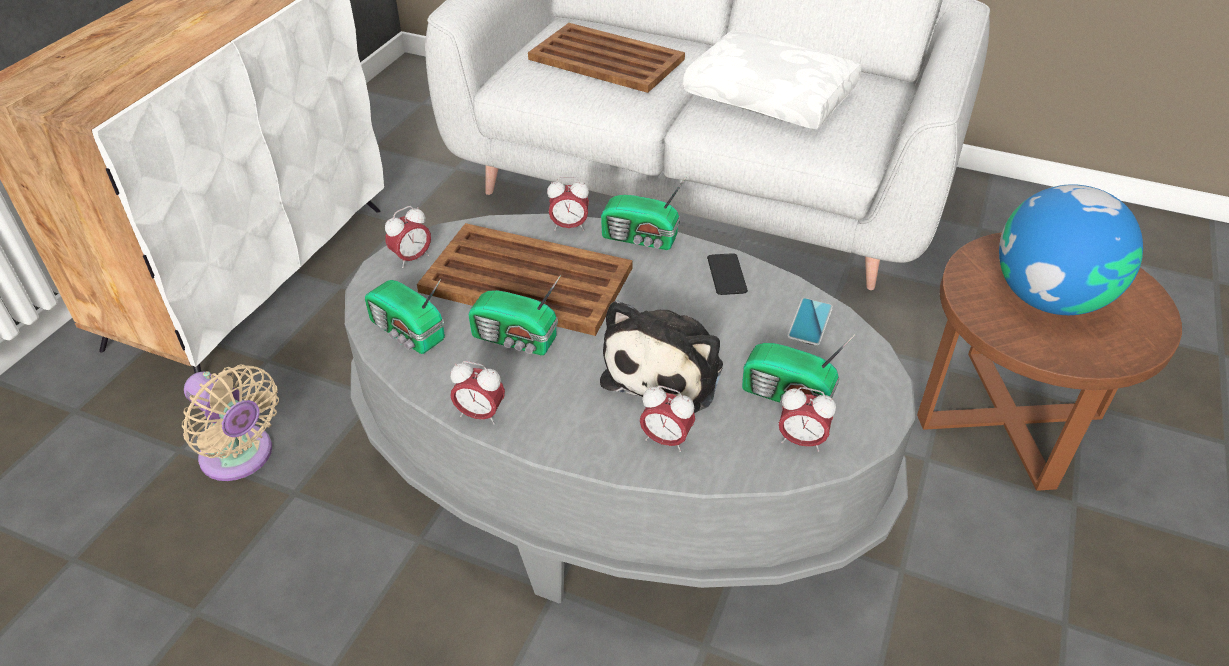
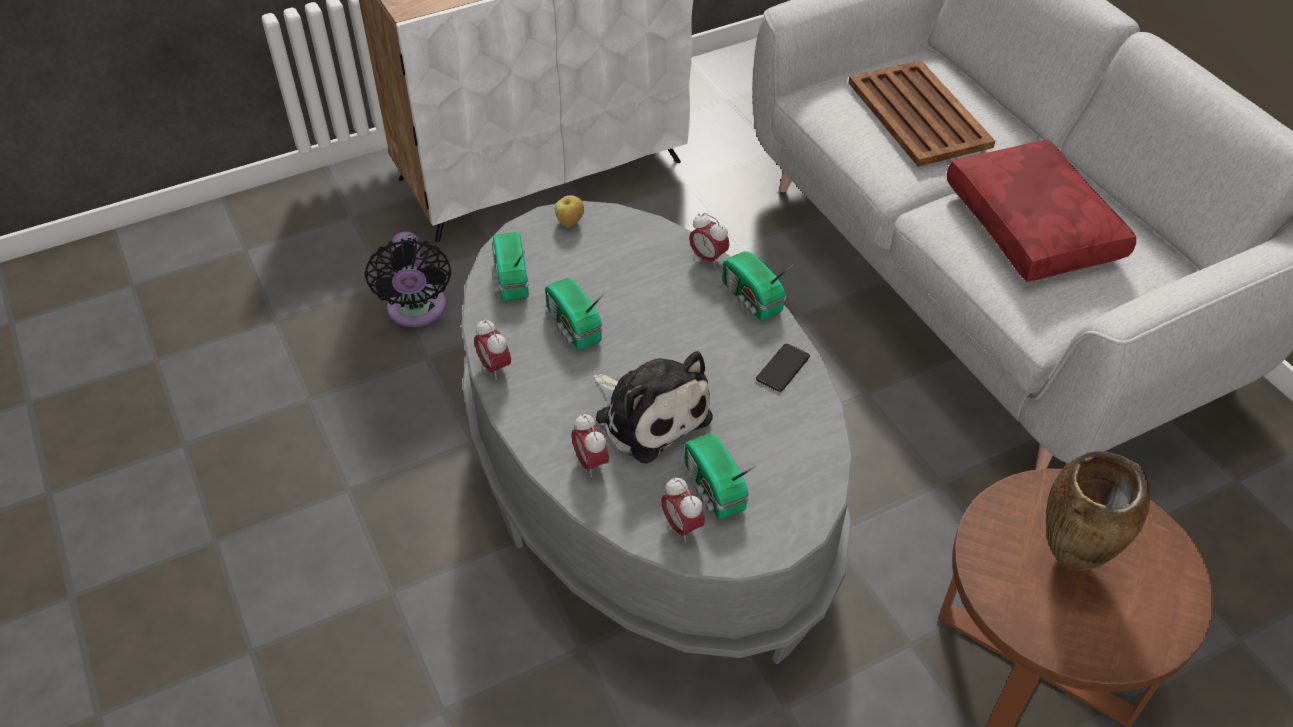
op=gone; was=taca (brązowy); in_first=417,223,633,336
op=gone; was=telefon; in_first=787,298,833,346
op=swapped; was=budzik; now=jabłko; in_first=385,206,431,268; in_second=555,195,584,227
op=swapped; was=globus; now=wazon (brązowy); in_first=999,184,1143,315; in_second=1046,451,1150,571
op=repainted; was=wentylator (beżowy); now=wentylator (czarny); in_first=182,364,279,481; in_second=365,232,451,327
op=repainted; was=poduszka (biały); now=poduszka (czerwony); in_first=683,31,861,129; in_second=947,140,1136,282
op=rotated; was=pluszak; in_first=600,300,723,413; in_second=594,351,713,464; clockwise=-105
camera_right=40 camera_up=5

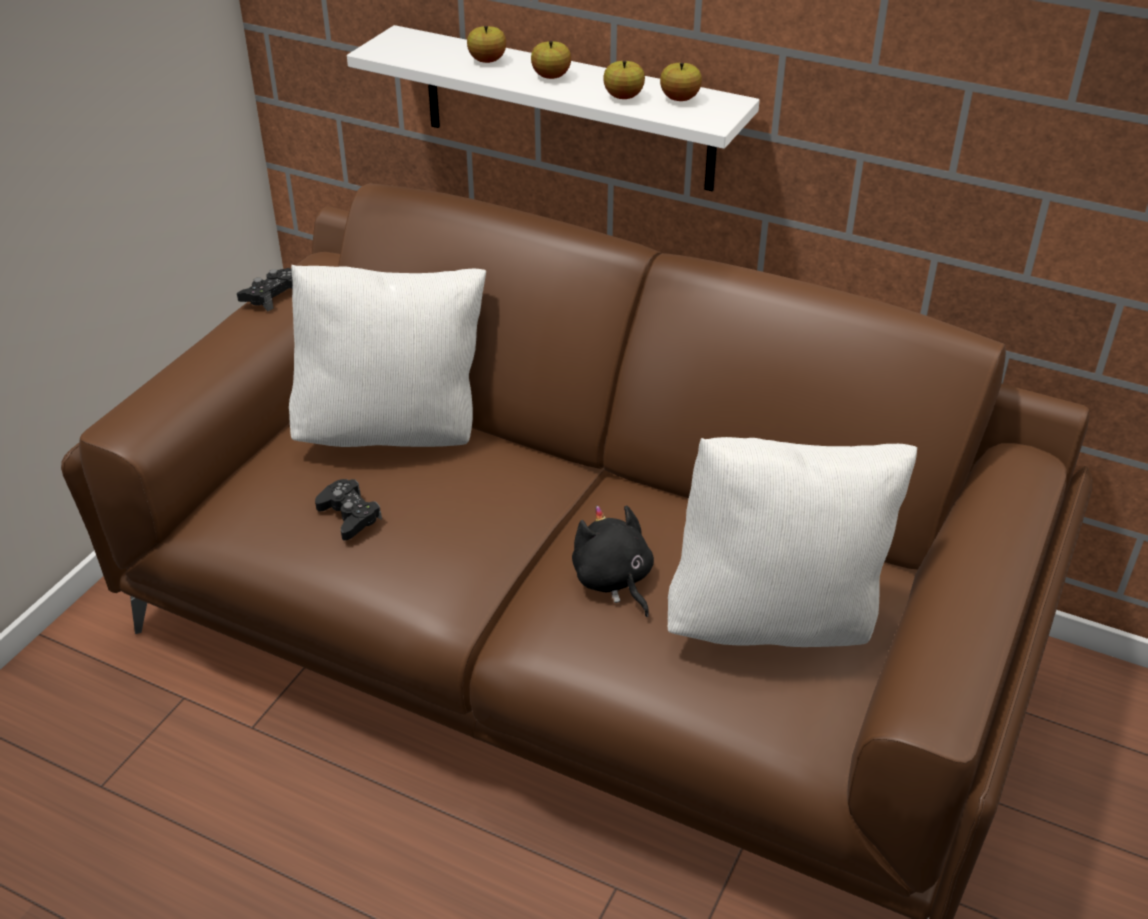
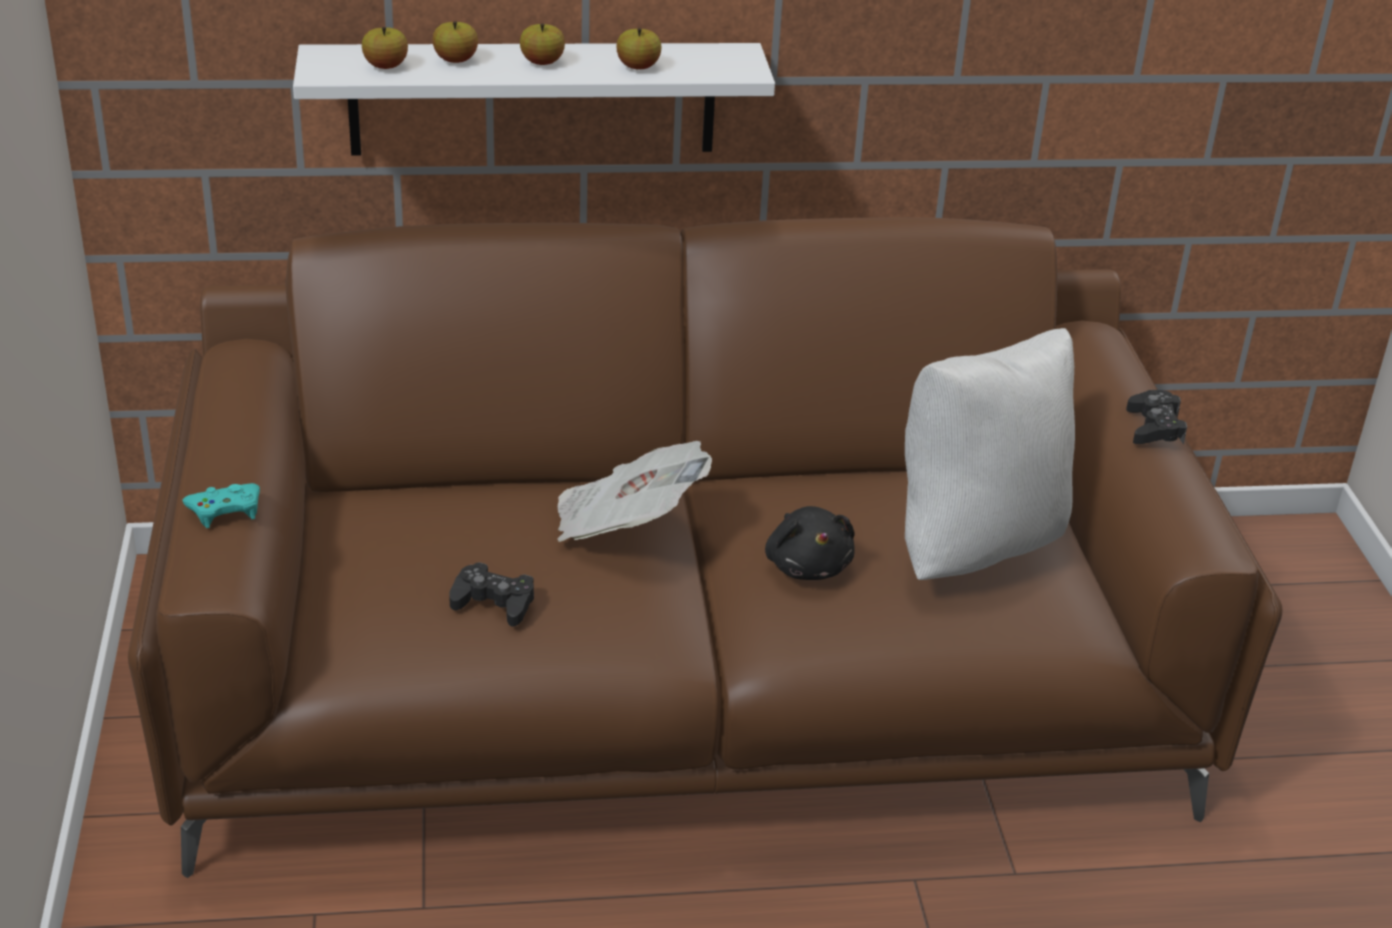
op=gone; was=poduszka (biały); in_first=289,265,486,447
op=new; now=pad do gier (turkusowy); in_second=182,483,260,528
op=new; now=gazeta; in_second=557,441,712,542
op=shifted; was=pad do gier (czarny); in_first=237,268,293,312; in_second=1126,390,1187,445
op=shifted; was=jabłko; in_first=660,62,702,101; in_second=362,27,408,69
op=rotated; was=pluszak (czarny); in_first=572,505,654,617; in_second=765,506,855,580; clockwise=-135
camera_right=-35 camera_up=-5

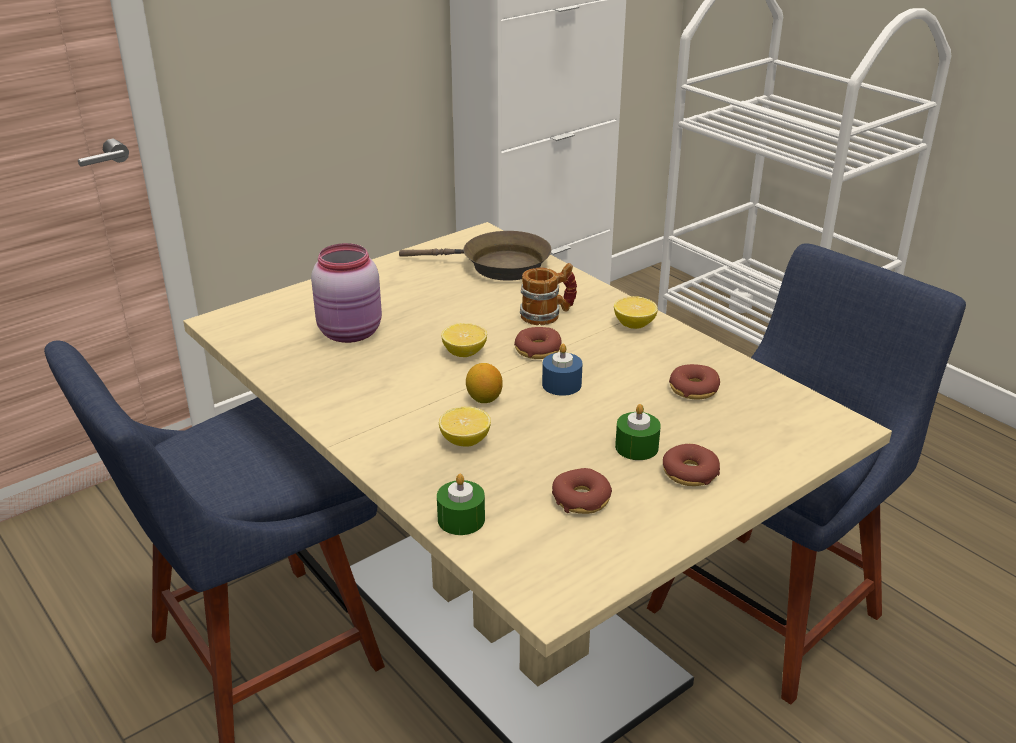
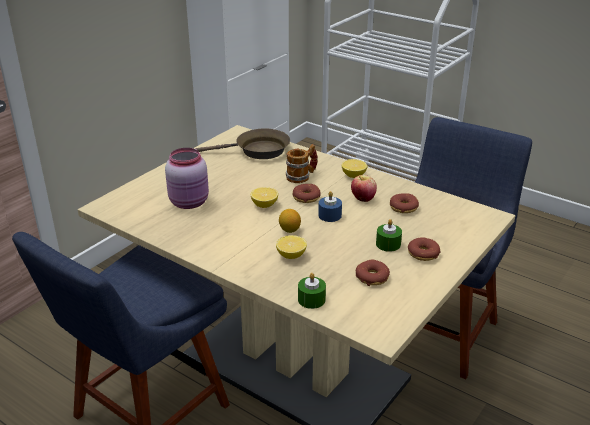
op=new; now=jabłko; in_second=351,175,377,202
camera_right=-15 camera_up=0

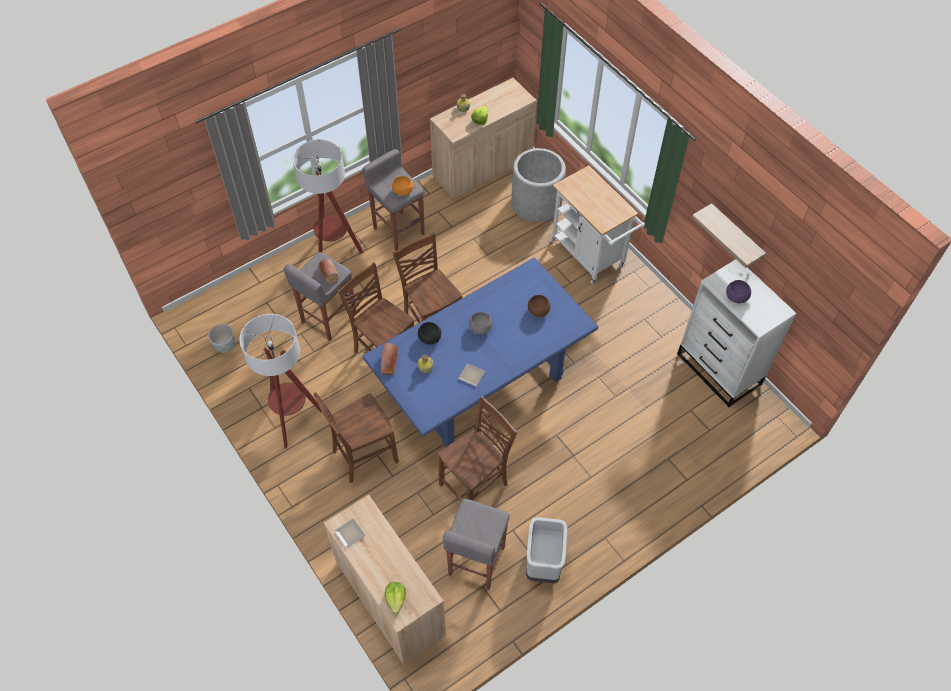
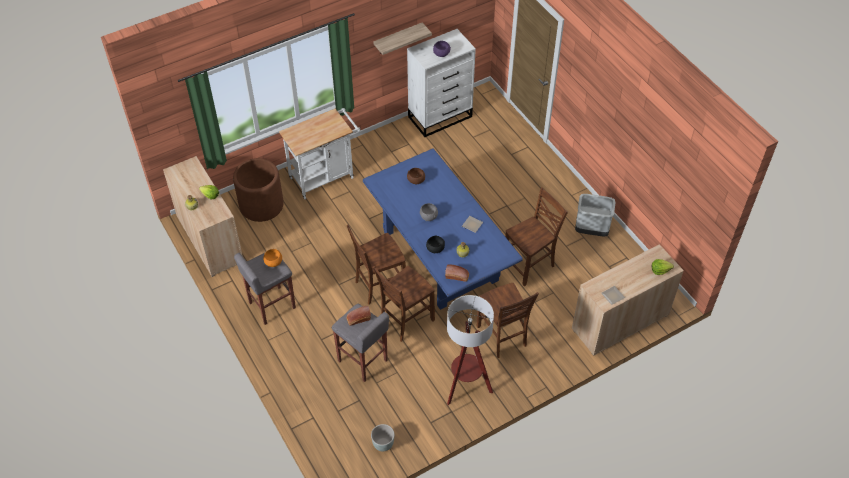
op=gone; was=lampa stojąca; in_first=293,139,363,253
op=gone; was=stołek (szary); in_first=443,499,510,590
op=repainted; was=donica (szary); now=donica (brązowy); in_first=511,148,566,222; in_second=233,158,284,222
op=rotated; was=krzesło (brązowy); in_first=438,396,517,502; in_second=505,187,568,286; clockwise=90
camera_right=-85 camera_up=-5

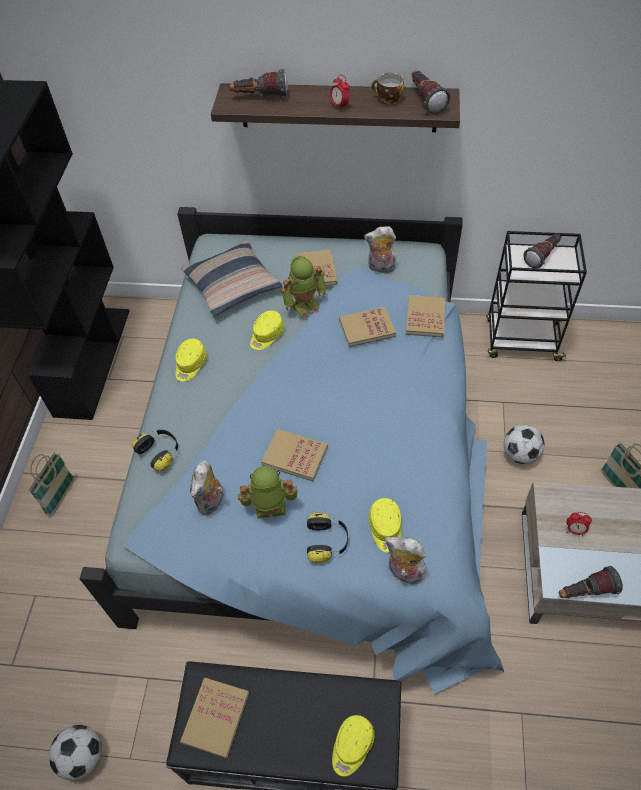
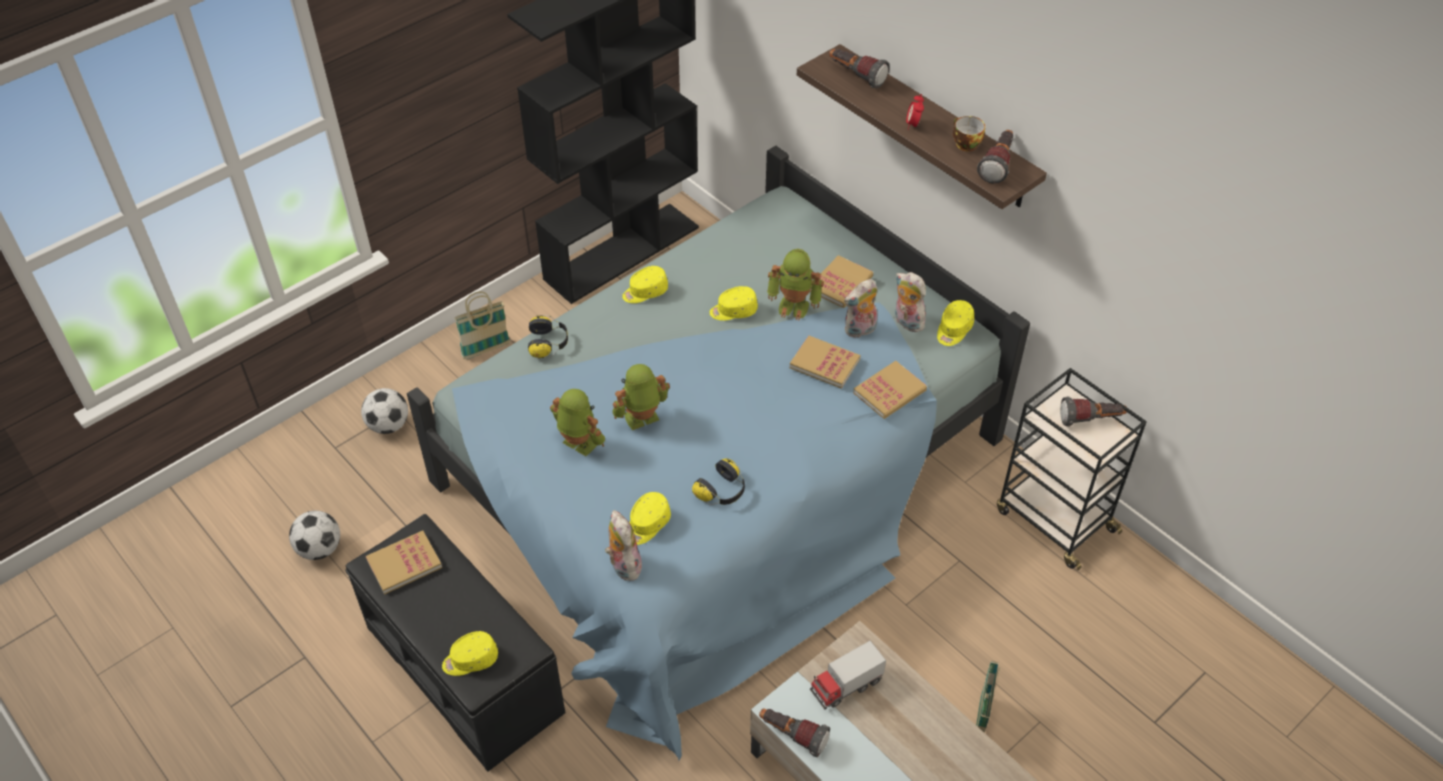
op=gone; was=poduszka; in_first=181,240,283,316
op=new; now=czapka z daszkiem (żółty); in_second=937,300,974,346
op=shifted; was=pluszak; in_first=190,461,224,516; in_second=844,279,877,338
op=shifted; was=słuchawki; in_first=307,513,348,563; in_second=692,458,745,505
op=shifted; was=piłka futbolowa; in_first=504,424,545,464; in_second=361,388,408,434
op=swapped; was=książka; now=robot zabawkowy; in_first=261,429,328,481; in_second=612,364,670,430
op=swapped; was=budzik; now=ciężarówka zabawkowa; in_first=567,512,592,537; in_second=810,641,886,710
camera_right=40 camera_up=-5

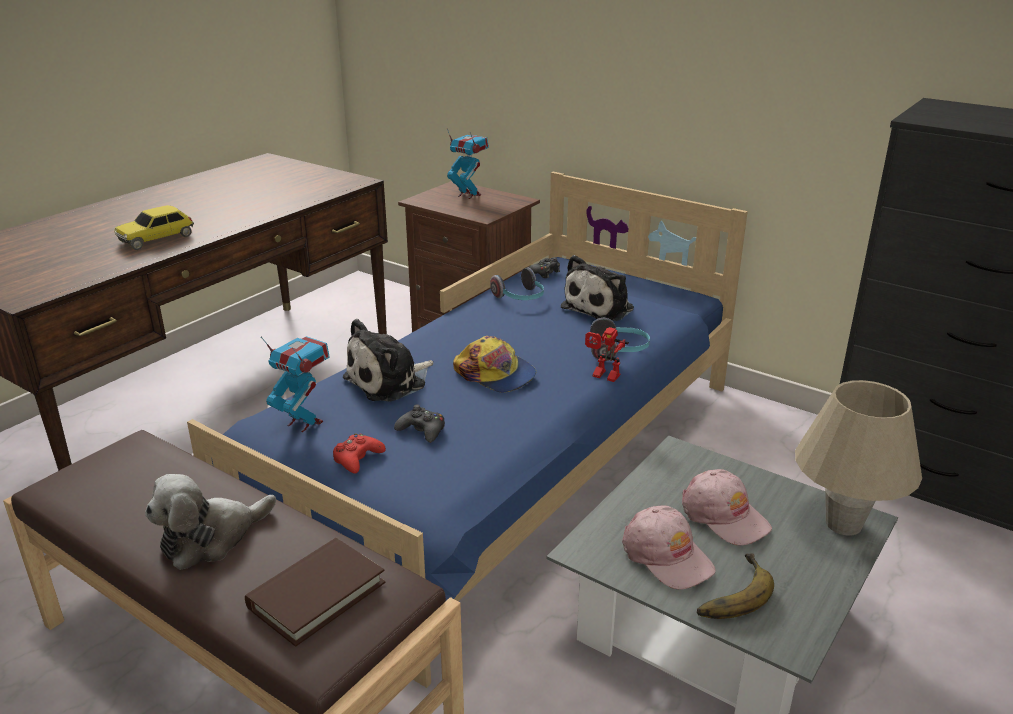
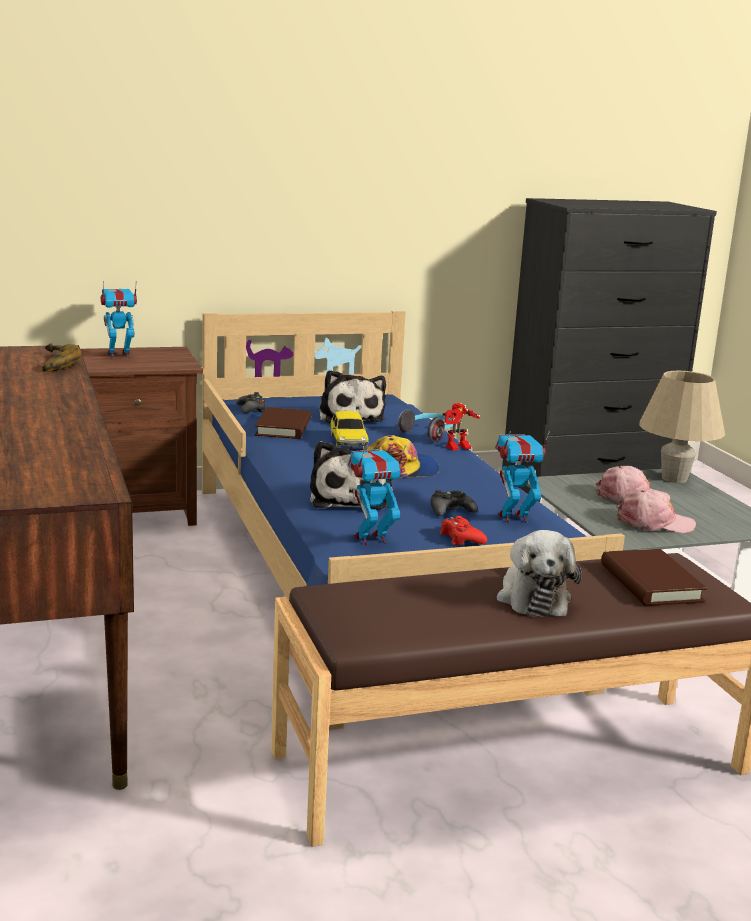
op=new; now=robot zabawkowy; in_second=495,431,550,524
op=shifted; was=samochodzik; in_first=114,205,194,250; in_second=331,411,369,450
op=shifted; was=banan; in_first=697,553,774,619; in_second=42,343,82,372
op=swapped; was=słuchawki; now=książka (brązowy); in_first=490,268,544,300; in_second=255,407,311,439
camera_right=-55 camera_up=-10

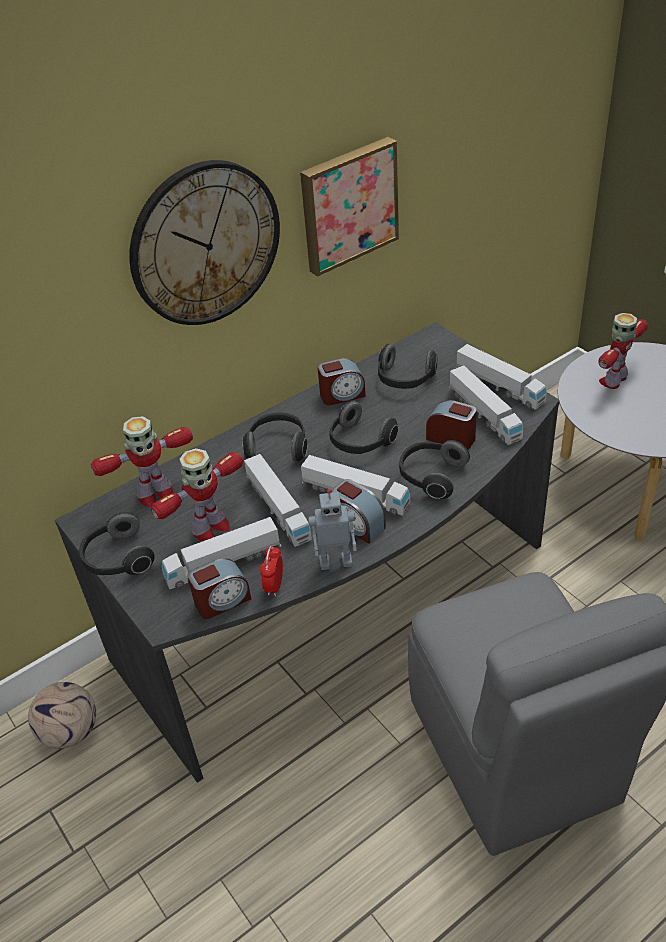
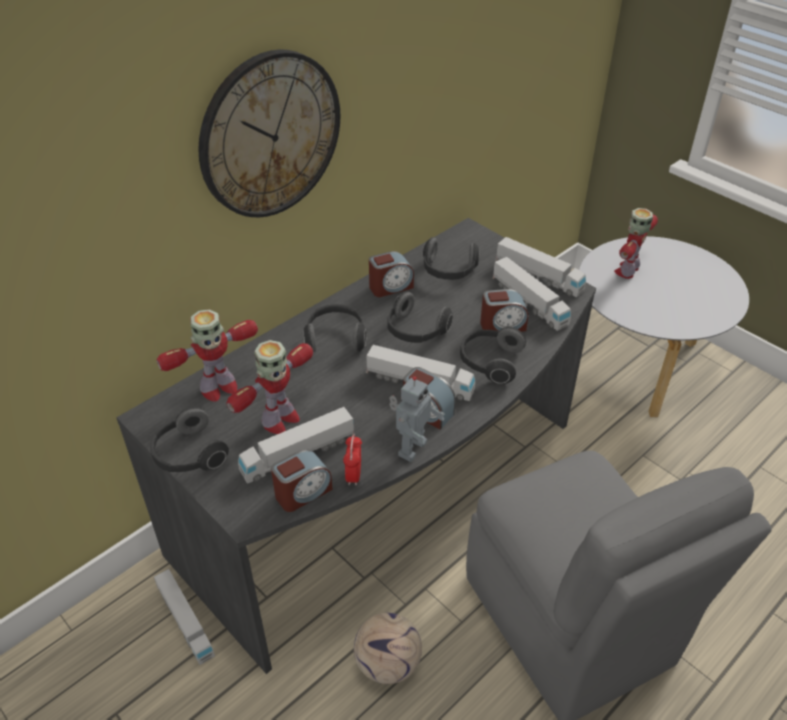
op=gone; was=obraz; in_first=300,137,399,277
op=shifted; was=piłka futbolowa; in_first=28,682,96,749; in_second=354,613,422,684
op=shifted; was=ciężarówka zabawkowa; in_first=244,454,312,547; in_second=154,569,215,665
op=rotated; was=robot zabawkowy; in_first=309,489,357,570; in_second=389,376,445,462; clockwise=-45
op=rotated; was=budzik; in_first=426,400,477,450; in_second=480,289,528,332; clockwise=150
camera_right=-10 camera_up=0

